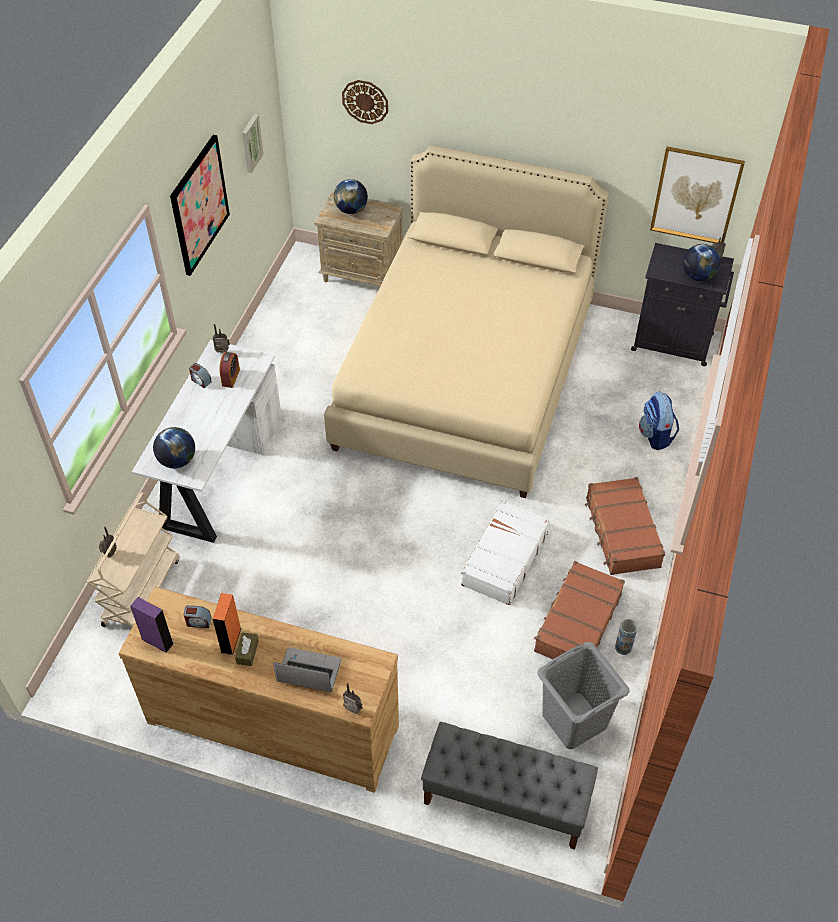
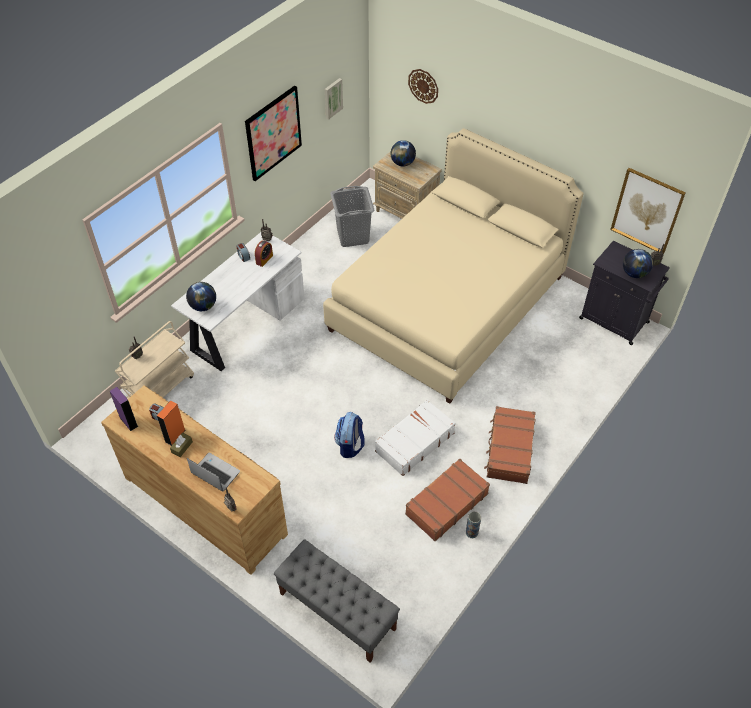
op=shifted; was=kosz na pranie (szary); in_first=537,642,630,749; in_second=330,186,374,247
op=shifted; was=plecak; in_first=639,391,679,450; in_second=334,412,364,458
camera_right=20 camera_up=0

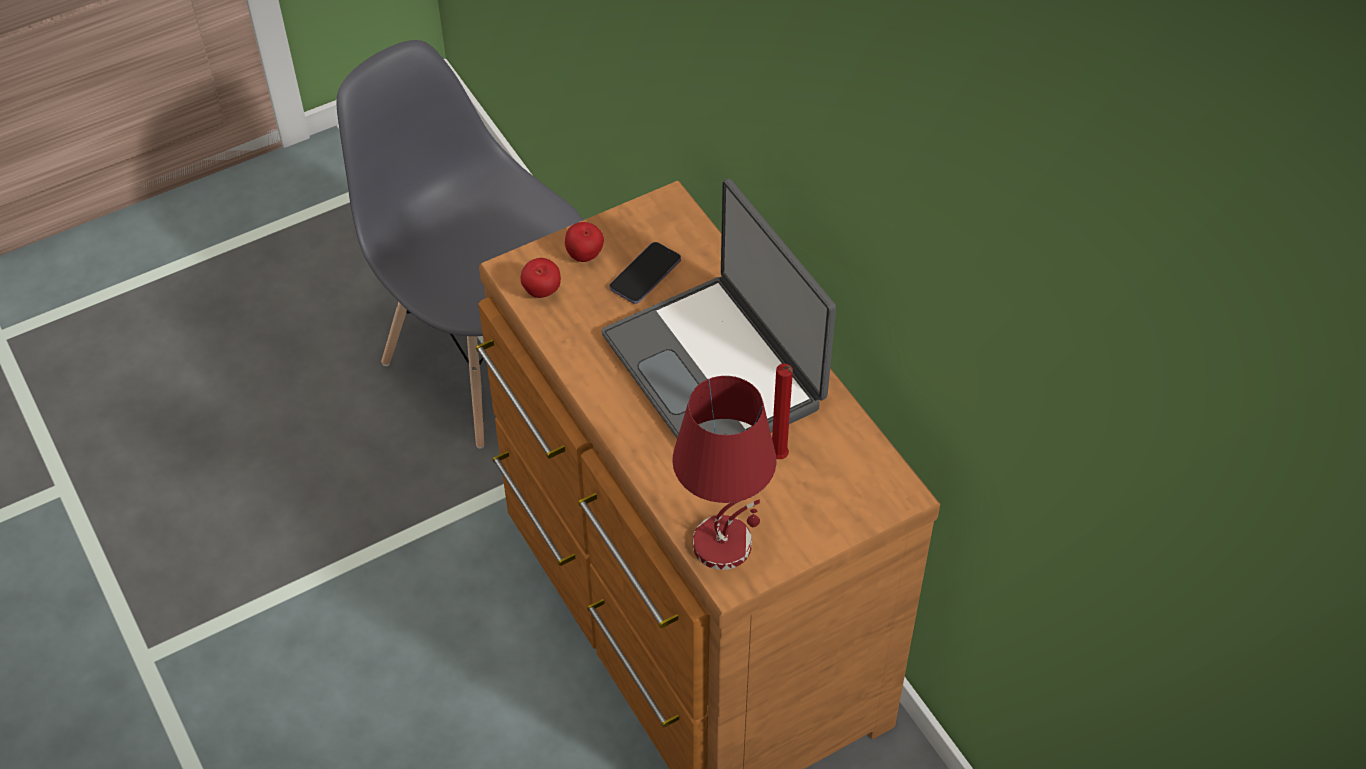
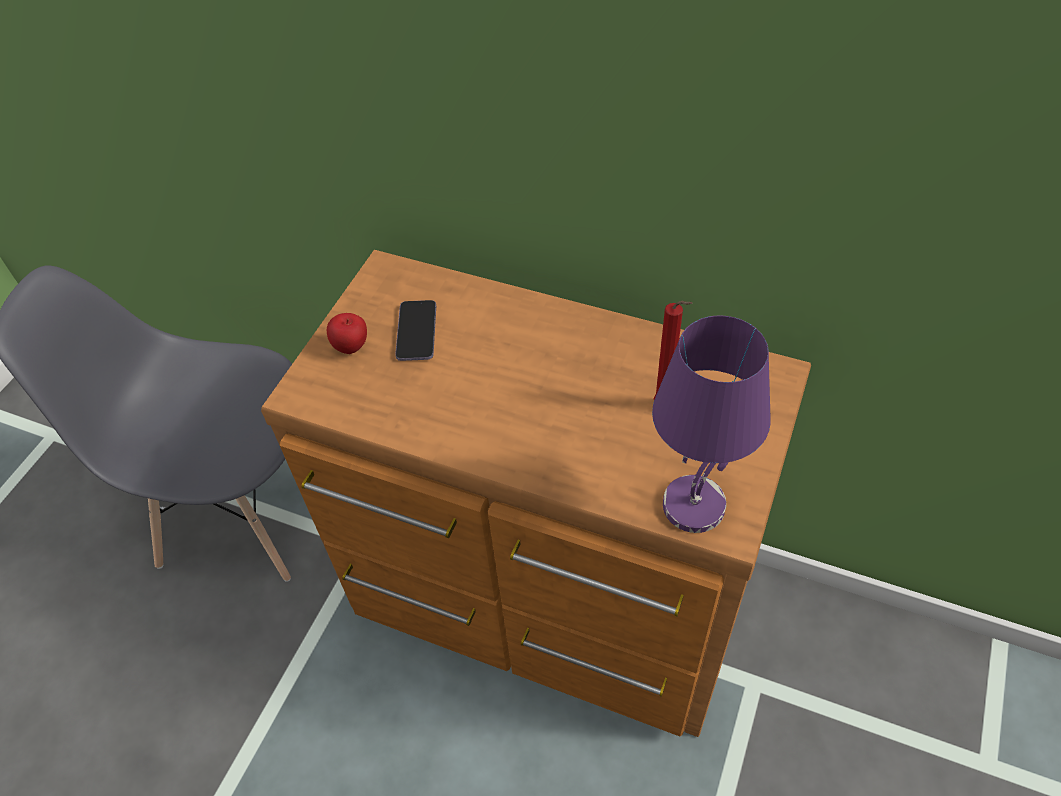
op=gone; was=jabłko; in_first=521,258,561,298
op=gone; was=laptop; in_first=602,179,836,438
op=repainted; was=lampa stołowa (czerwony); now=lampa stołowa (fioletowy); in_first=672,376,776,570; in_second=652,315,771,533
camera_right=-35 camera_up=0

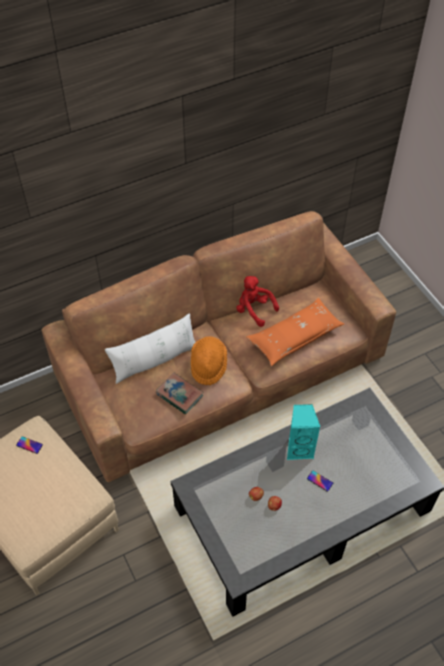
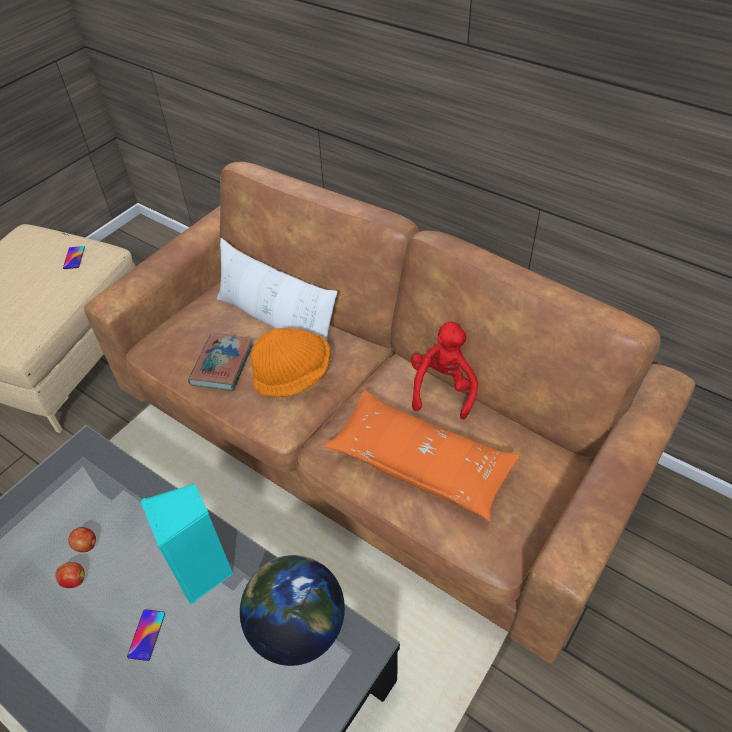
op=new; now=globus; in_second=240,555,345,666
camera_right=65 camera_up=-5

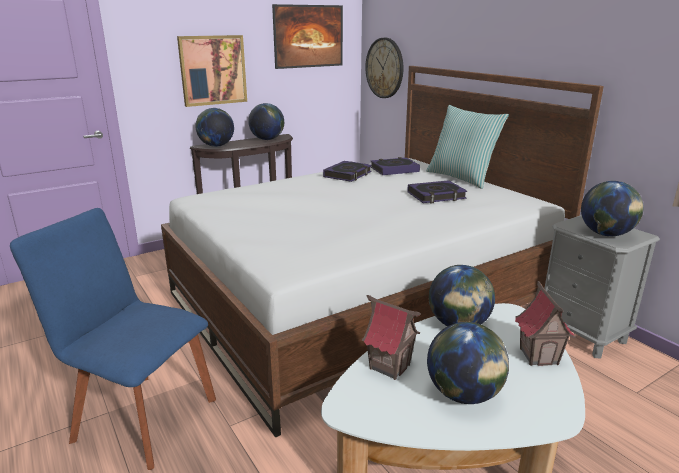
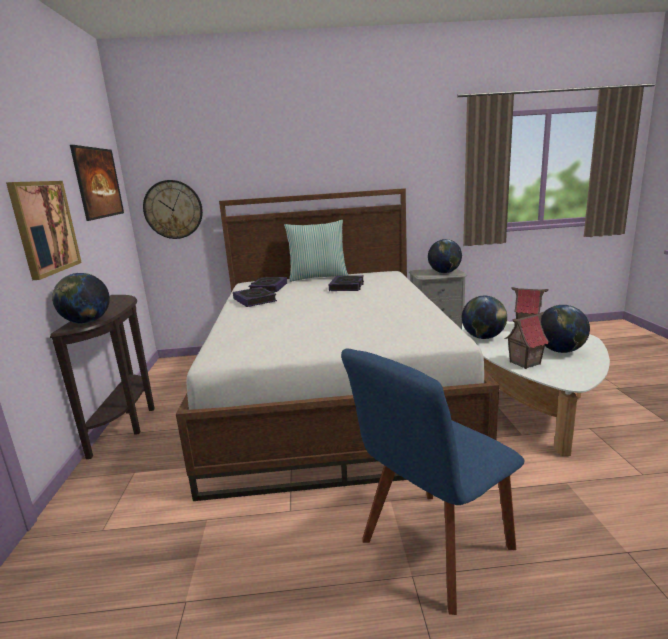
op=gone; was=globus; in_first=248,103,284,140
camera_right=-60 camera_up=-5

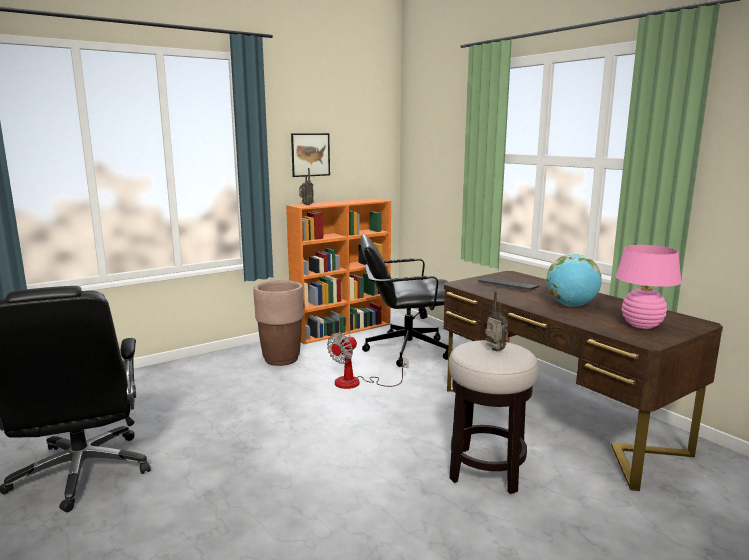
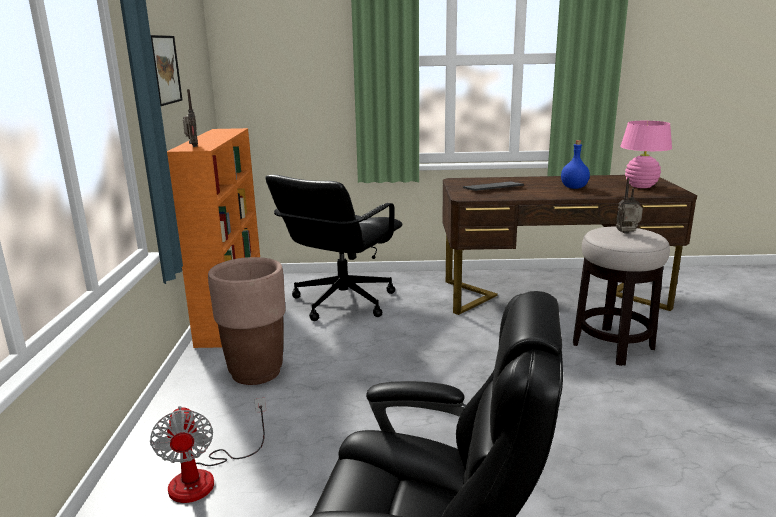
op=shifted; was=wentylator; in_first=327,333,408,389; in_second=150,397,266,503
op=swapped; was=globus; now=butelka (niebieski); in_first=546,254,602,307; in_second=561,140,590,189
camera_right=-55 camera_up=5

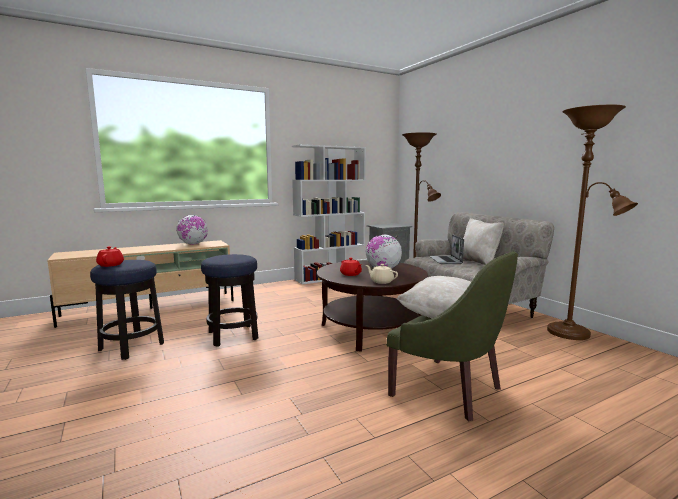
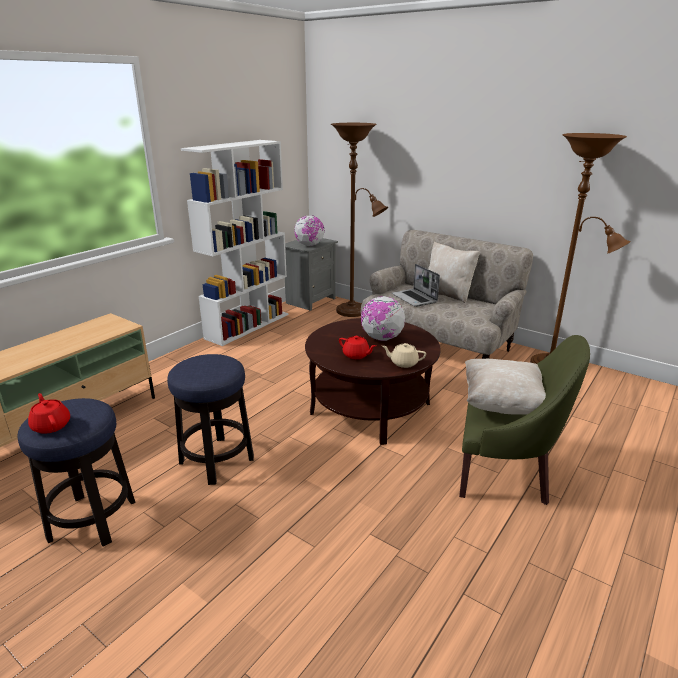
op=shifted; was=globus; in_first=177,215,208,245; in_second=294,215,325,246
camera_right=-25 camera_up=15

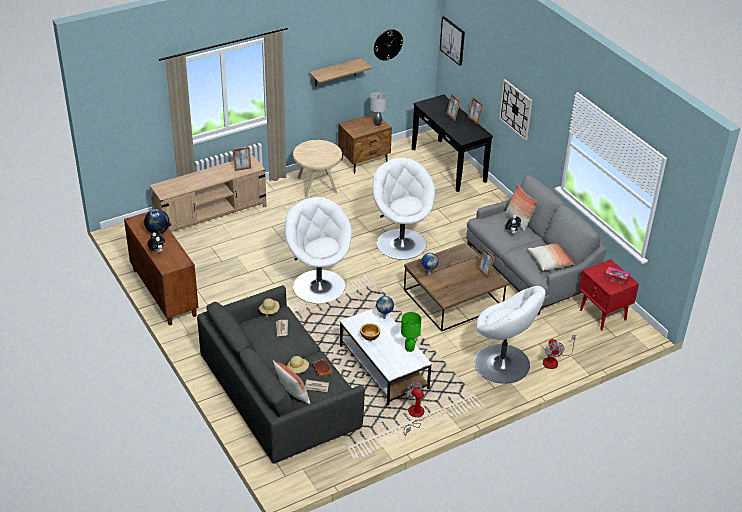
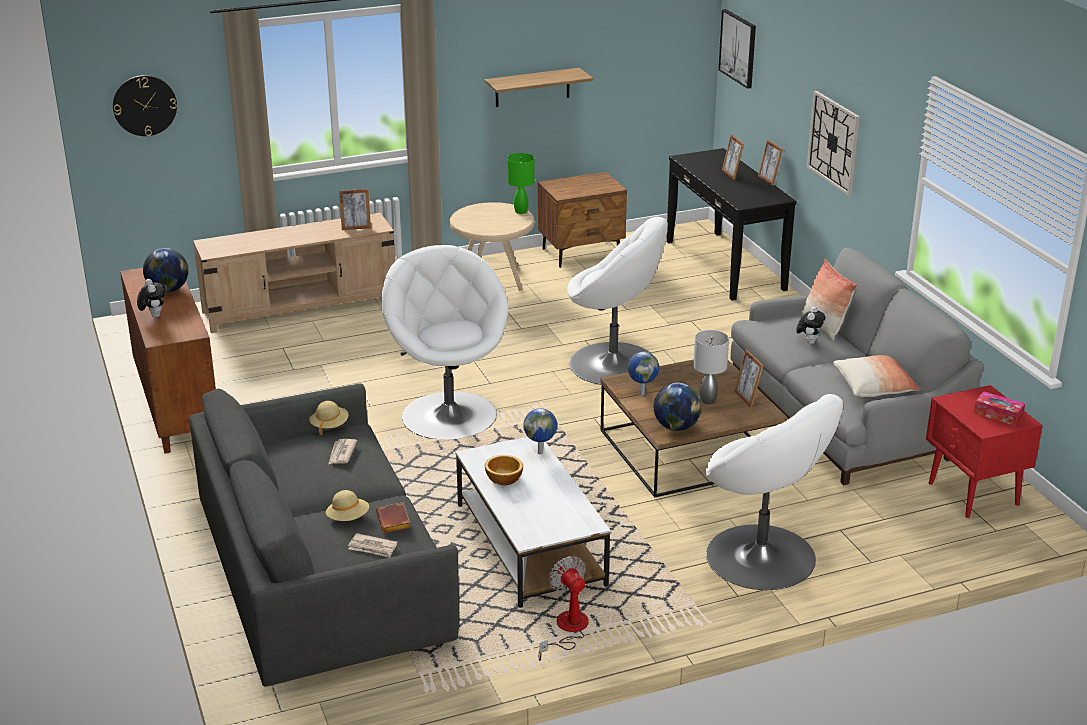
op=gone; was=poduszka; in_first=273,360,310,404
op=gone; was=wentylator; in_first=543,335,576,369
op=new; now=globus; in_second=654,383,702,431
op=shifted; was=lampa stołowa (szary); in_first=370,92,386,126; in_second=693,330,729,404
op=shifted; was=zegar ścienny; in_first=374,29,403,61; in_second=113,75,177,136
op=shifted; was=lampa stołowa (zielony); in_first=401,312,421,352; in_second=507,153,535,214
op=rotated; was=fotel (biały); in_first=372,158,435,260; in_second=567,217,668,385; clockwise=135
camera_right=10 camera_up=-10

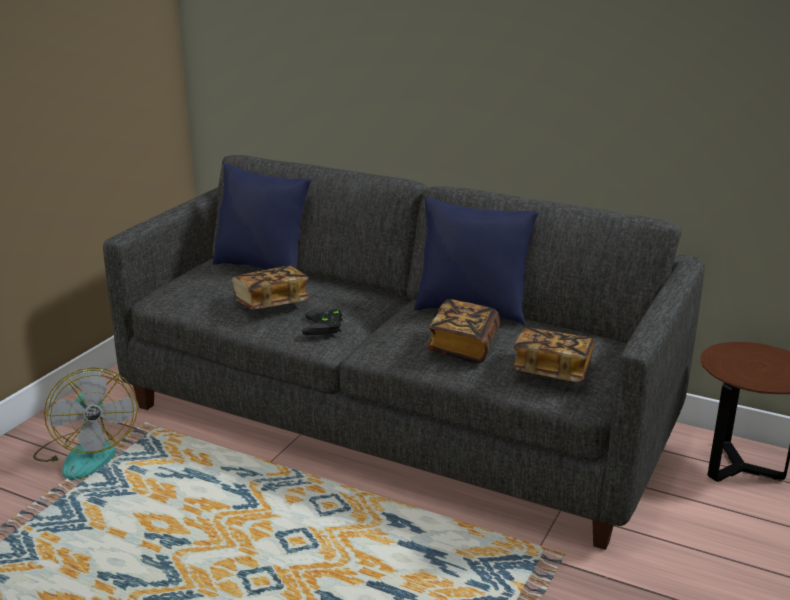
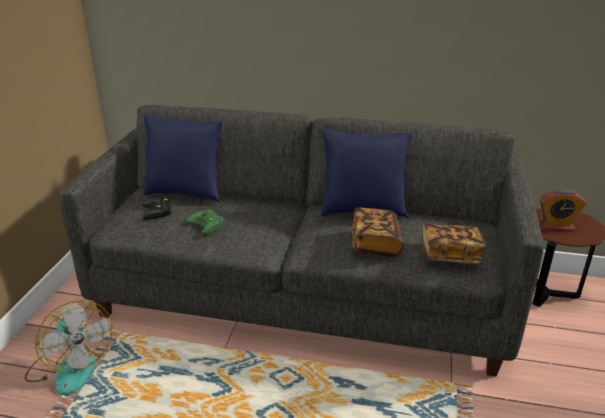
op=new; now=budzik; in_second=538,189,586,231
op=shifted; was=pad do gier (czarny); in_first=302,309,343,335; in_second=142,197,172,220
op=swapped; was=książka; now=pad do gier (zielony); in_first=232,265,310,309; in_second=186,209,225,235
camera_right=-15 camera_up=5

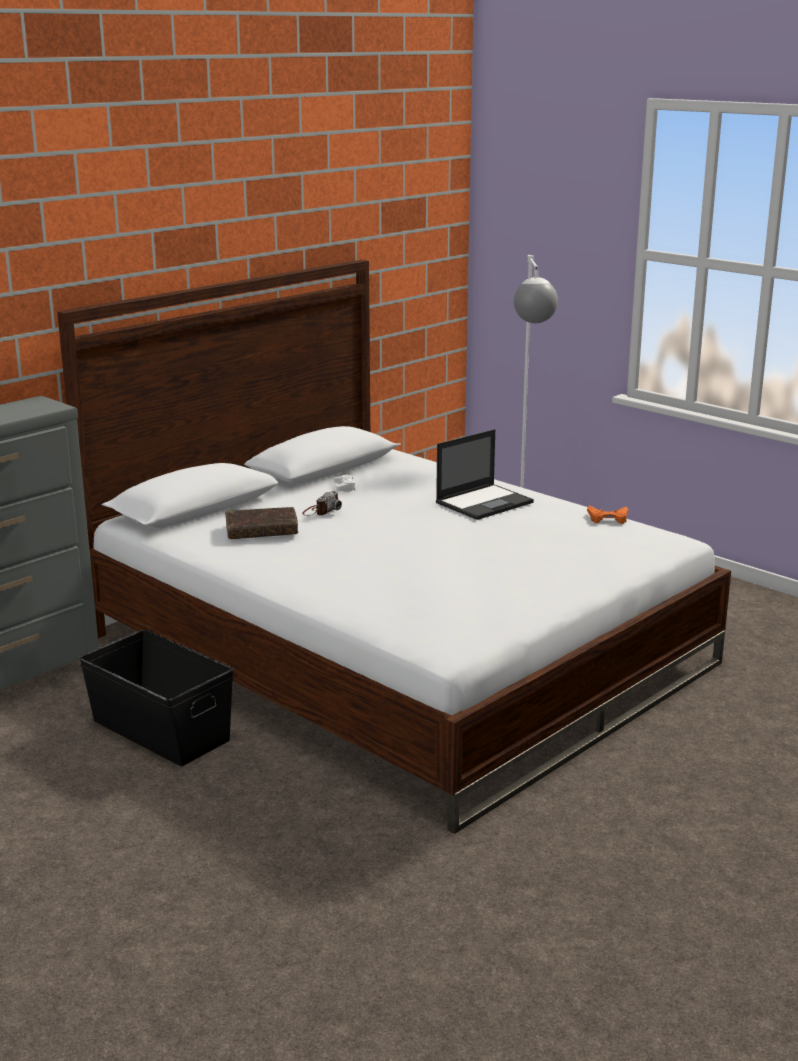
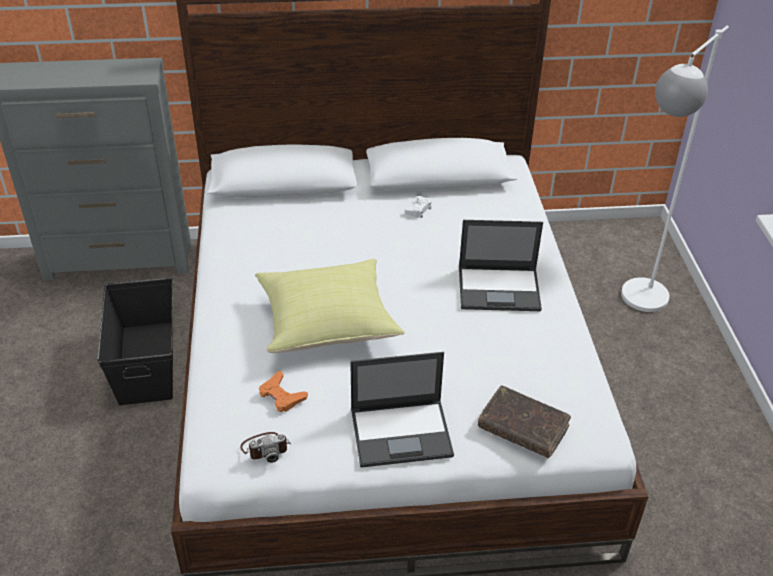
op=new; now=poduszka (żółty); in_second=255,259,405,353
op=new; now=laptop; in_second=350,352,454,468
op=shifted; was=książka (brązowy); in_first=225,507,298,539; in_second=478,385,571,458
op=shifted; was=aparat fotograficzny; in_first=302,491,342,516; in_second=240,432,291,463
op=shifted; was=pad do gier (pomarańczowy); in_first=587,505,628,524; in_second=259,371,308,412
camera_right=40 camera_up=20

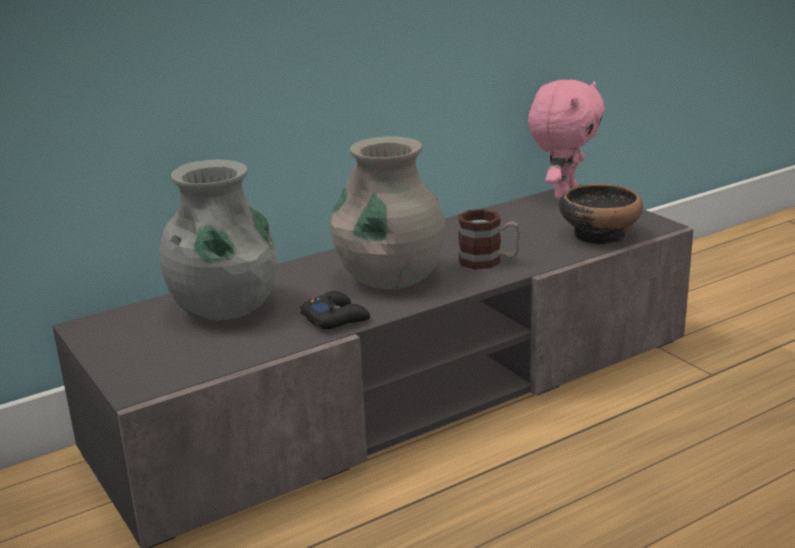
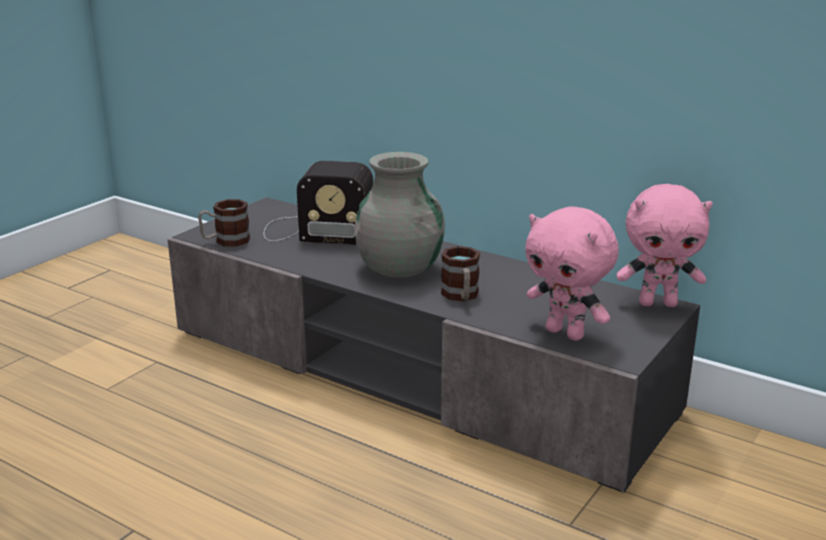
op=gone; was=pad do gier (czarny); in_first=300,291,370,329
op=new; now=kubek; in_second=198,199,250,246
op=swapped; was=wazon (szary); now=radio; in_first=159,159,277,321; in_second=263,161,373,245
op=swapped; was=miska; now=pluszak (różowy); in_first=559,184,643,245; in_second=525,206,619,341
camera_right=65 camera_up=0

